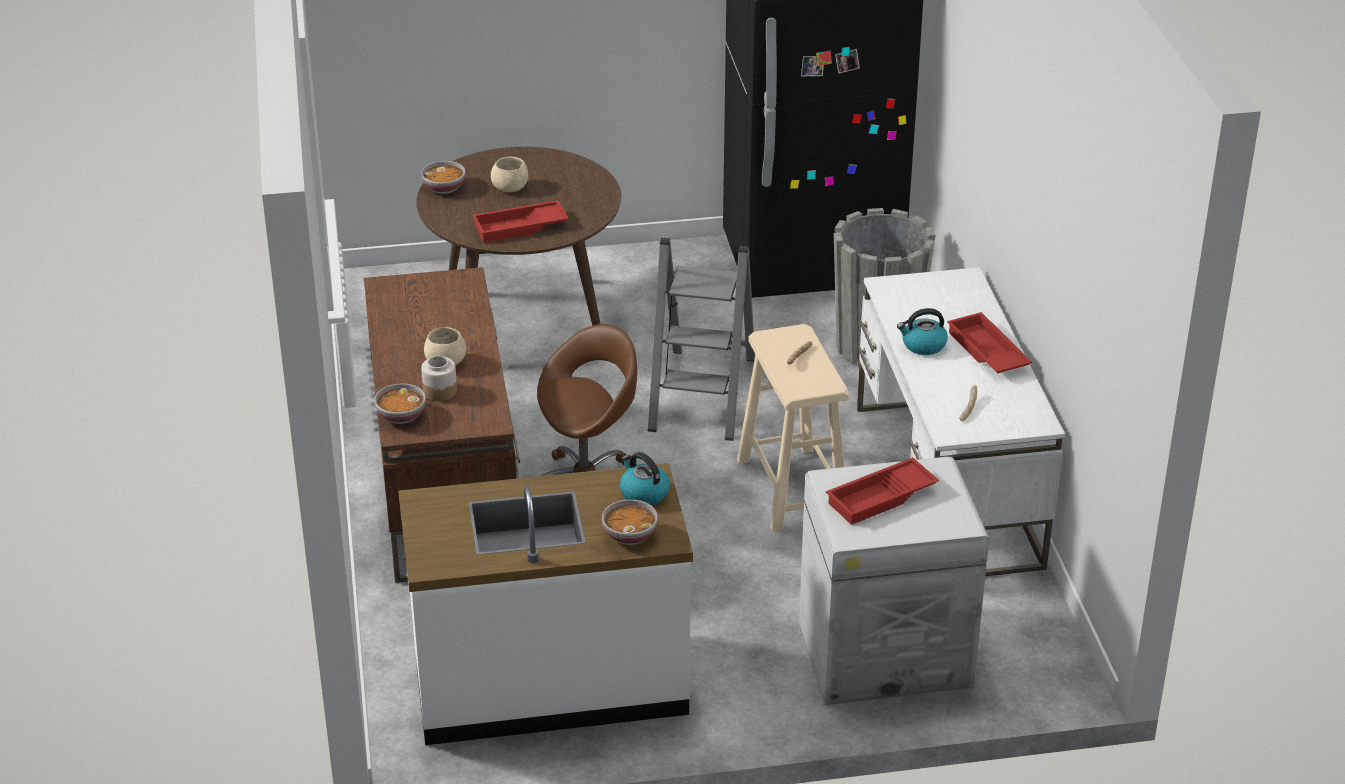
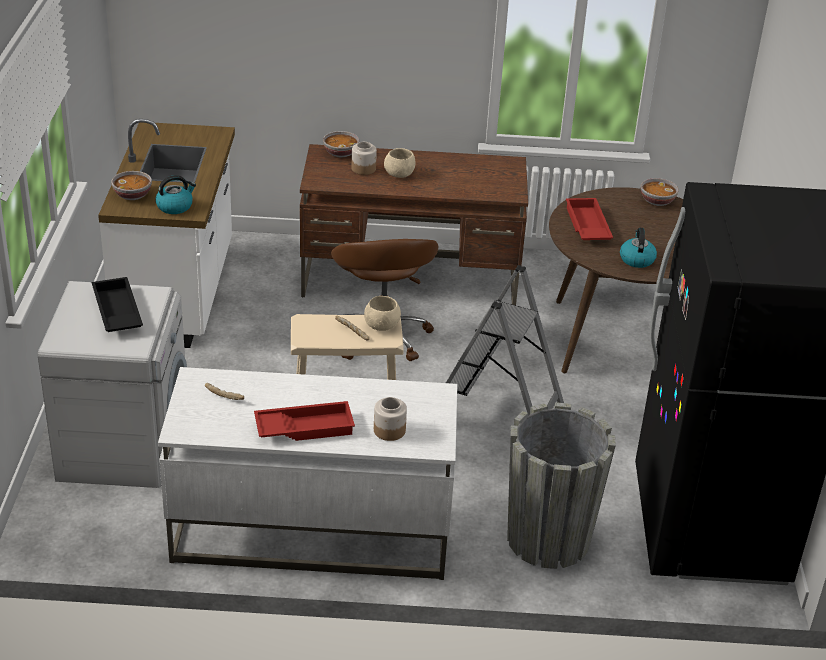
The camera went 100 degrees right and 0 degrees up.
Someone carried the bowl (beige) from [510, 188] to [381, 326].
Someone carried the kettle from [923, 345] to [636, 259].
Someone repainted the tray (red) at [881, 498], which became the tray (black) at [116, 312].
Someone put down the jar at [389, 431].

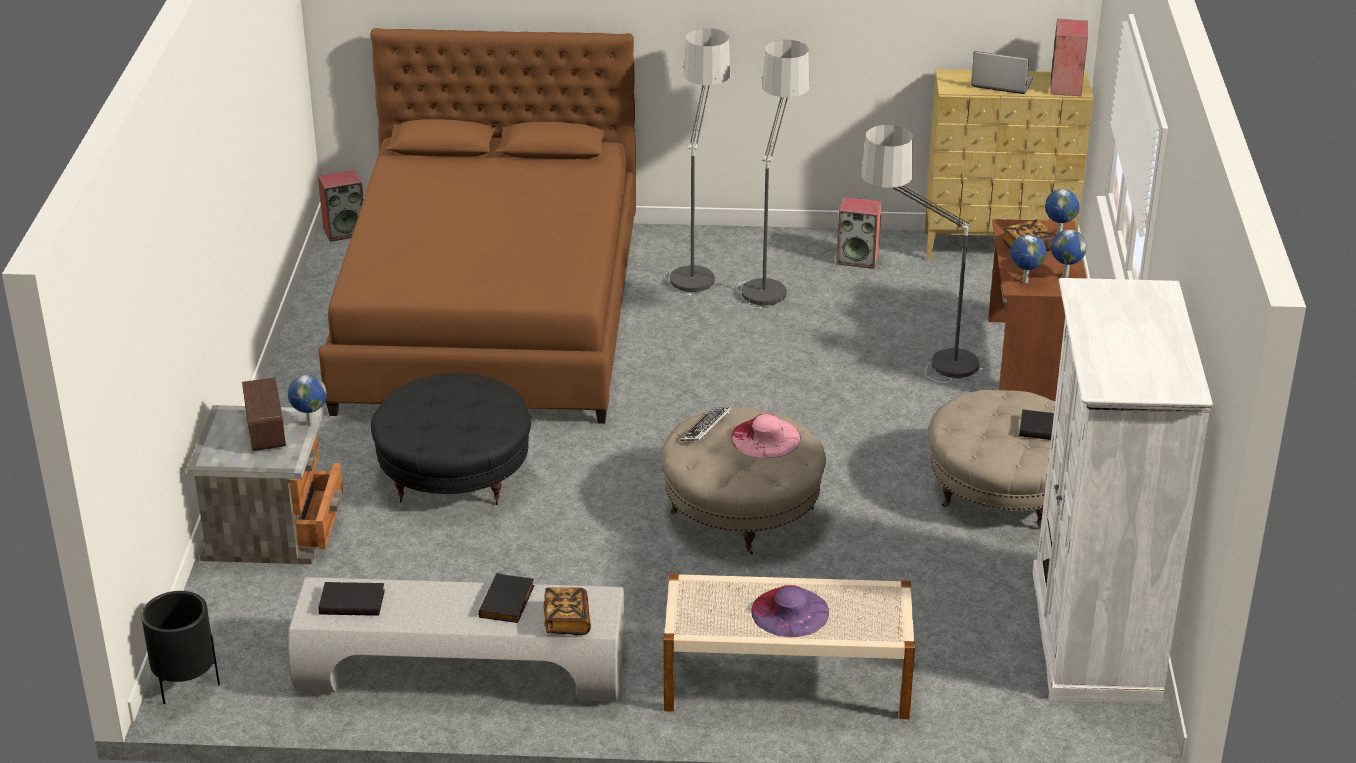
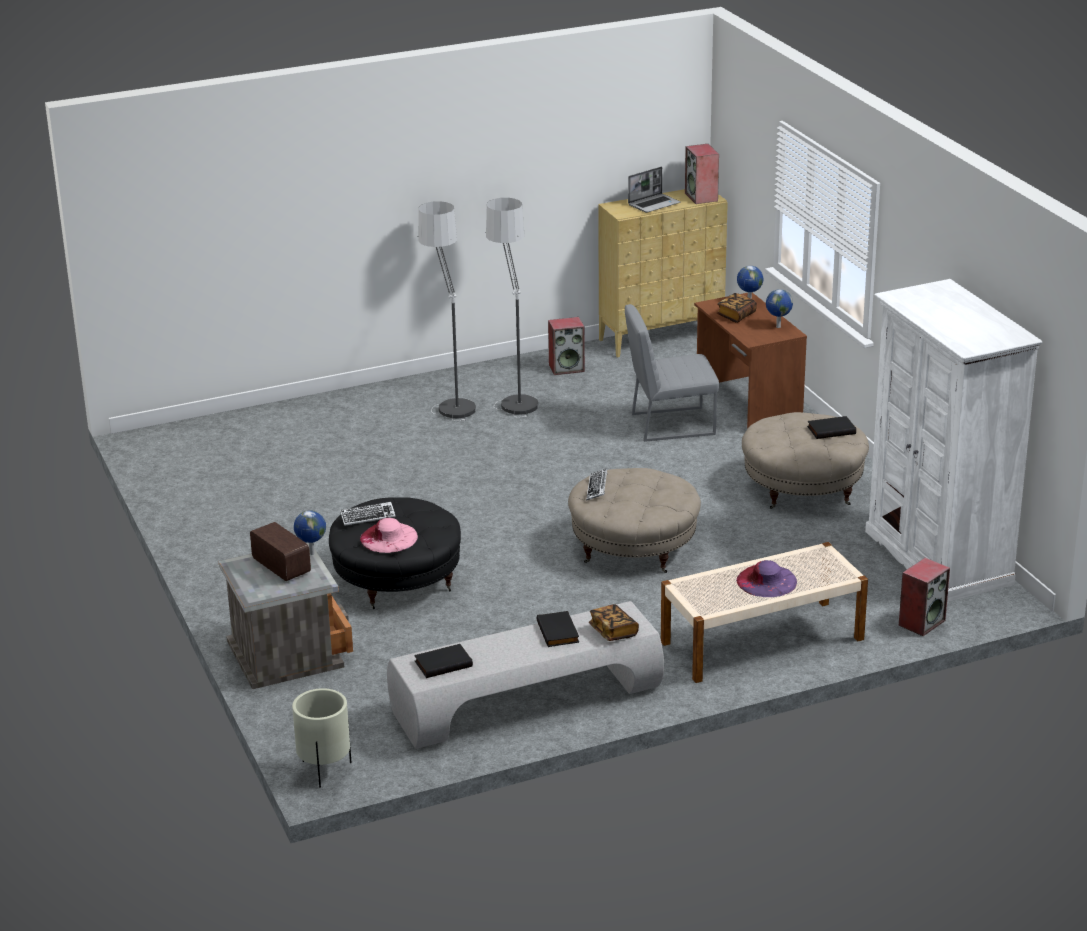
The camera went 25 degrees left and 5 degrees down.
Someone took away the bed (brown) at [491, 314].
Someone rotated the laptop at [1000, 83] by 150 degrees clockwise.
Someone swapped the floor lamp at [916, 362] for the chair (grey) at [670, 424].
Someone carried the speaker from [345, 231] to [921, 622].
Someone took away the globe at [1024, 281].
Someone carried the hat (pink) from [765, 437] to [389, 538].
Someone repainted the planter (black) at [186, 684], which became the planter (beige) at [324, 770].
Someone put down the keyboard at [367, 517].

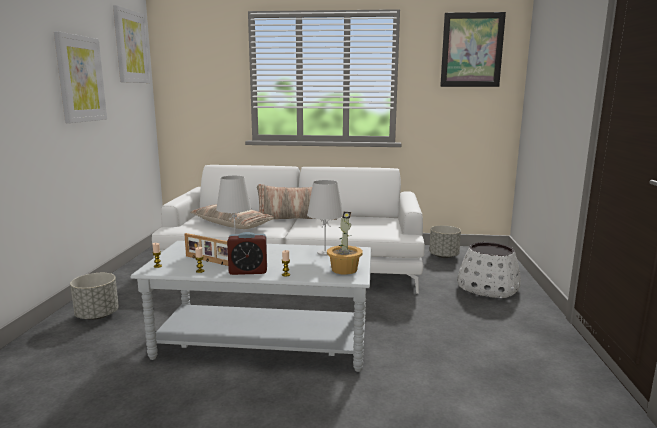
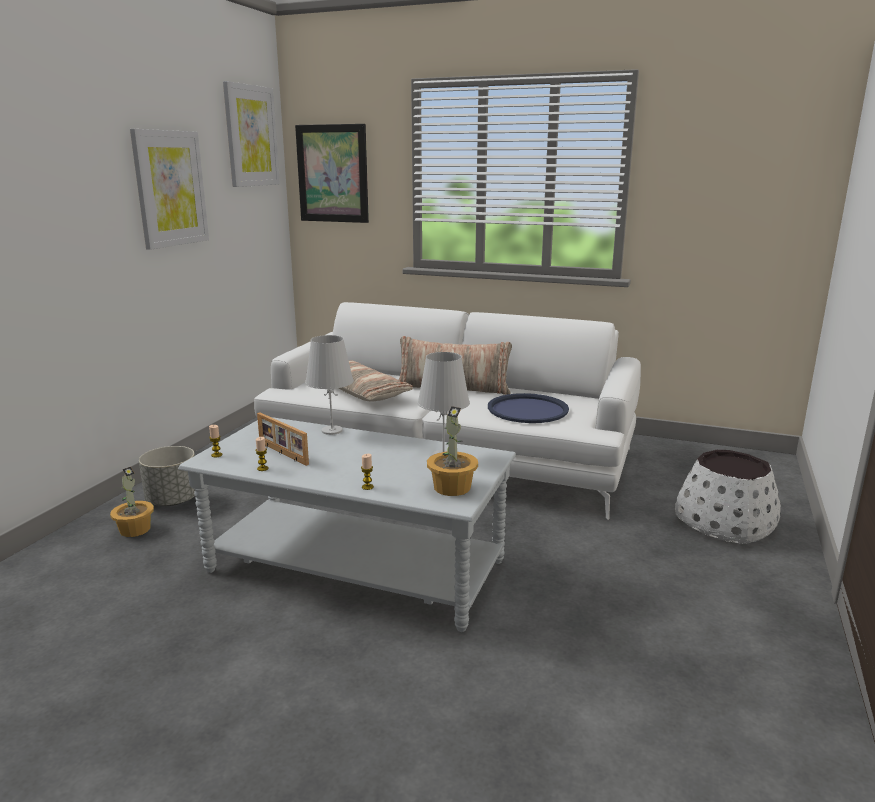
The camera went 15 degrees right and 5 degrees up.
Someone carried the picture from [472, 50] to [332, 174].
Someone took away the planter (grey) at [444, 256].
Someone took away the alarm clock at [248, 271].
Someone put down the tray (blue) at [527, 410].
Someone put down the potted plant at [135, 529].

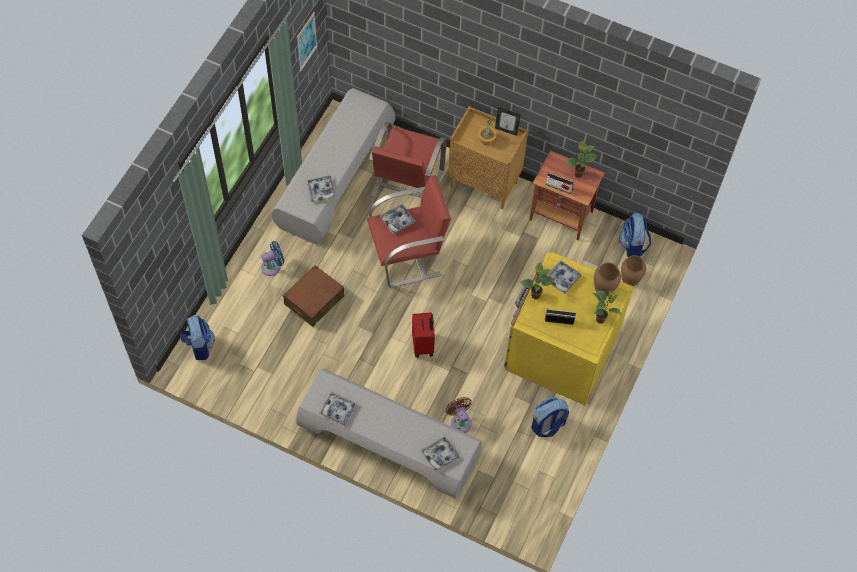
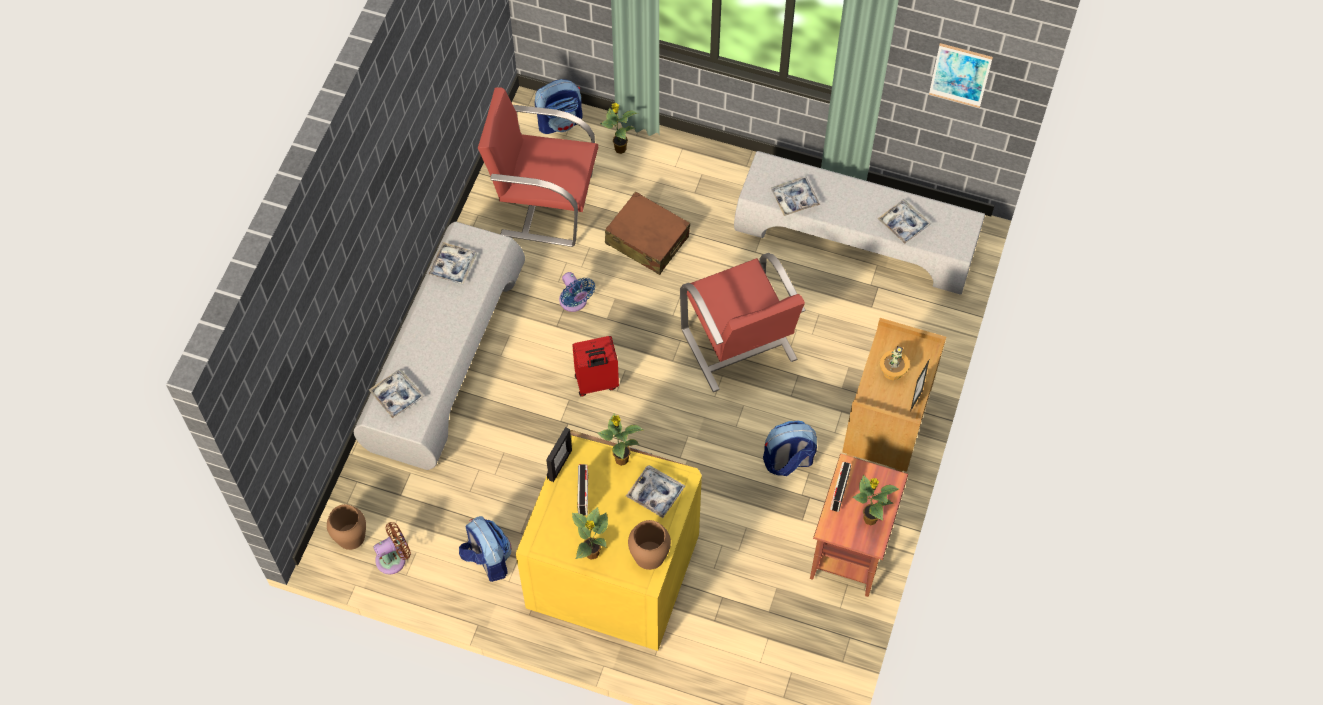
The camera went 85 degrees right and 0 degrees up.
Someone carried the armchair (red) from [406, 184] to [545, 204].
Someone carried the tray from [397, 220] to [903, 224].
Someone carried the backpack from [632, 245] to [787, 461].
Someone carried the fan (blue) from [273, 266] to [574, 302].
Someone carried the vase (brown) from [630, 278] to [350, 536].
Someone carried the fan (brown) from [460, 421] to [394, 558].
Someone put down the potted plant at [619, 148].
Someone put down the picture frame at [559, 464].

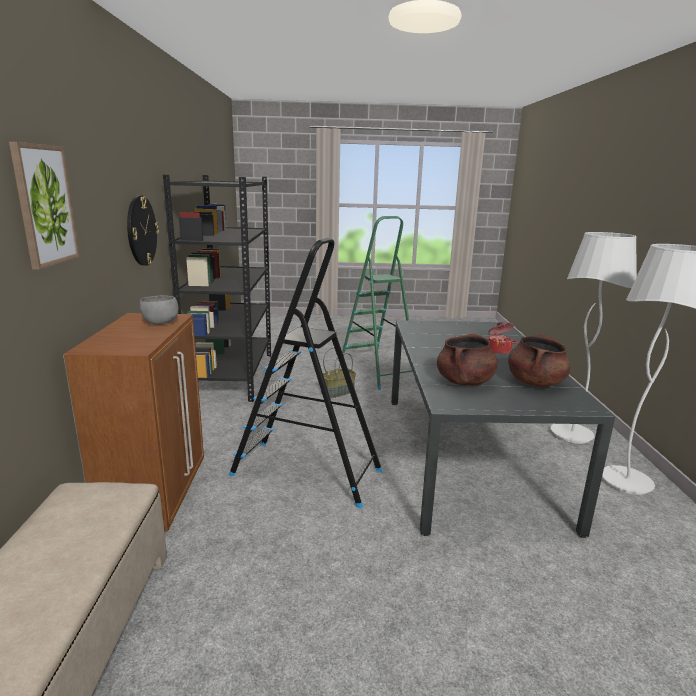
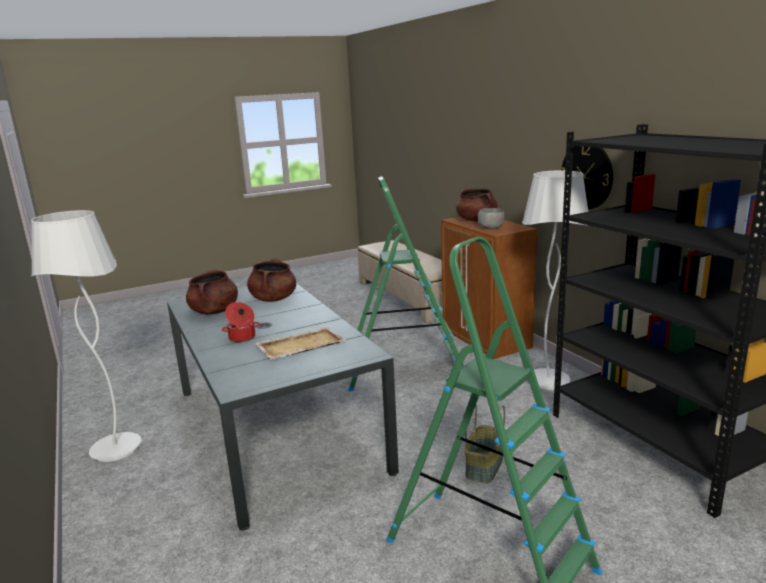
The camera went 155 degrees right and 0 degrees up.
Someone took away the picture at [44, 205].
Someone carried the floor lamp (white) from [571, 435] to [548, 381].
Someone repainted the step ladder (black) at [305, 472], which became the step ladder (green) at [406, 372].
Someone put down the cooking pot (brown) at [476, 220].
Someone put down the tray (beige) at [300, 346].

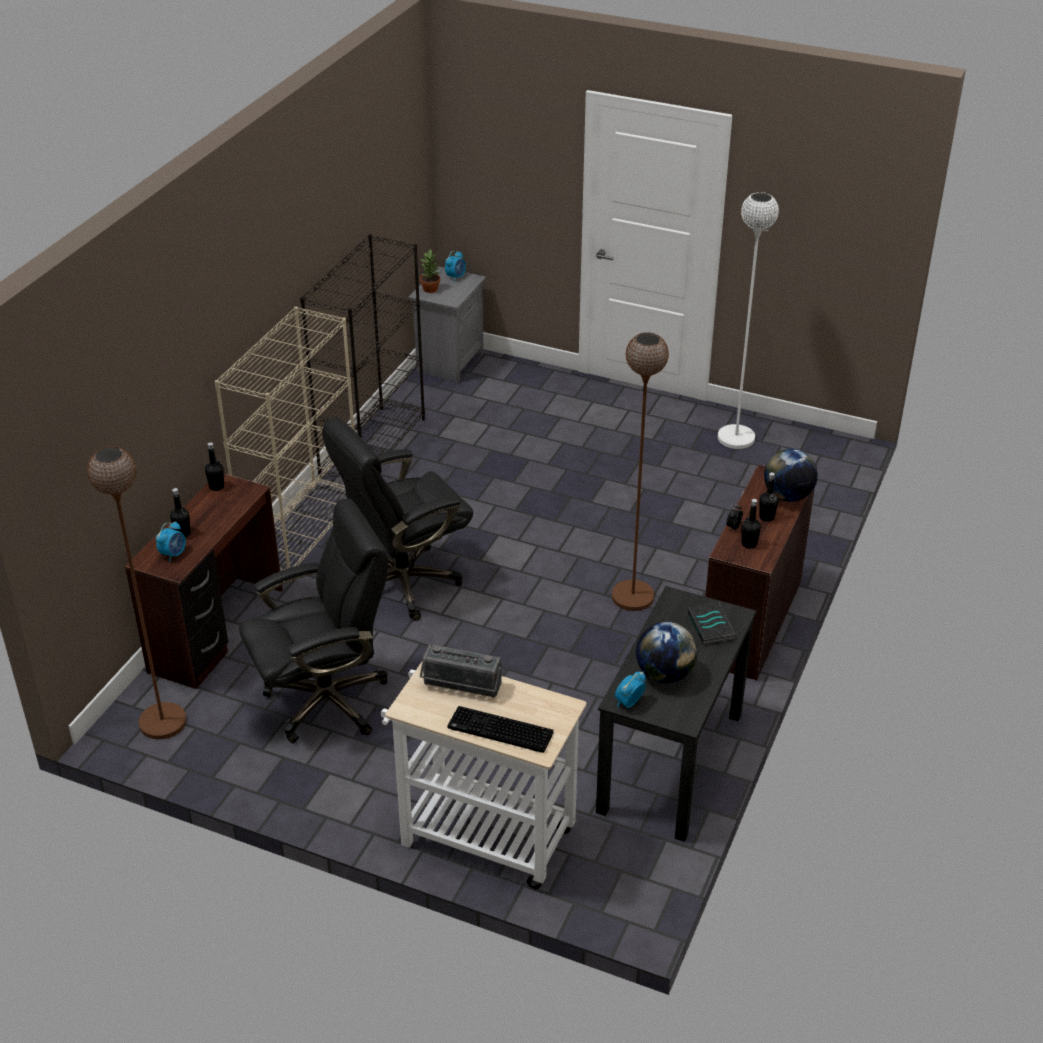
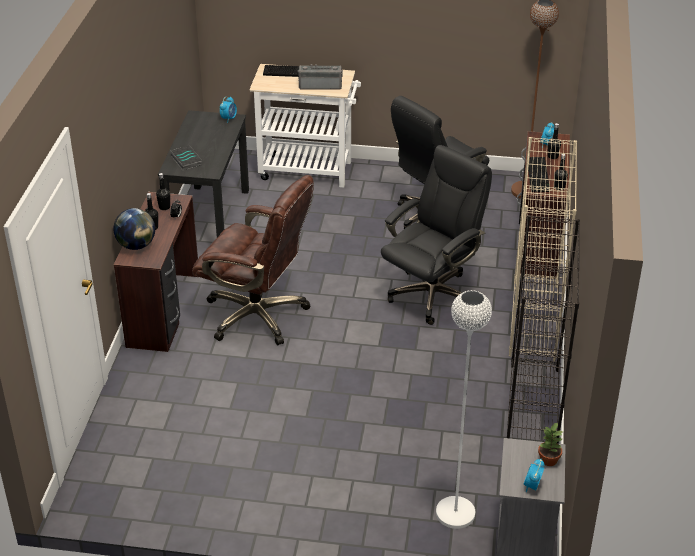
The camera went 165 degrees right and 0 degrees up.
Someone carried the floor lamp (white) from [736, 438] to [455, 514].
Someone swapped the floor lamp (brown) at [632, 596] for the office chair (brown) at [256, 314].
Someone took away the globe at [664, 674].
Someone put down the keyboard at [539, 176].

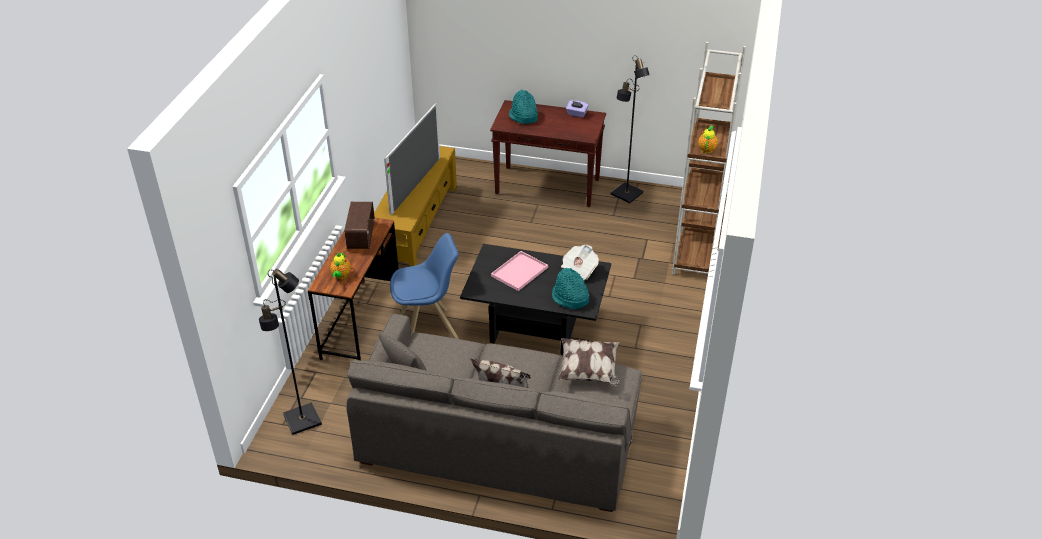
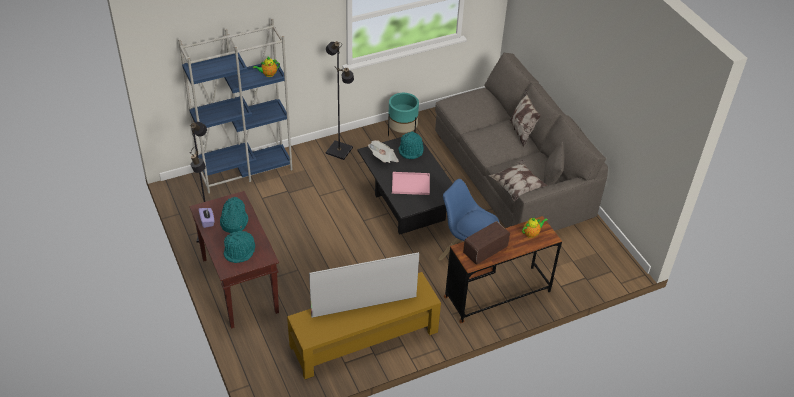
The camera went 130 degrees left and 5 degrees up.
Someone repainted the bookcase (brown) at [696, 245], which became the bookcase (blue) at [246, 172].
Someone carried the floor lamp (black) from [302, 419] to [339, 150].
Someone carried the pillow from [589, 371] to [517, 187].
Someone put down the planter (turquoise) at [402, 132].
Someone put down the hat (turquoise) at [233, 222].

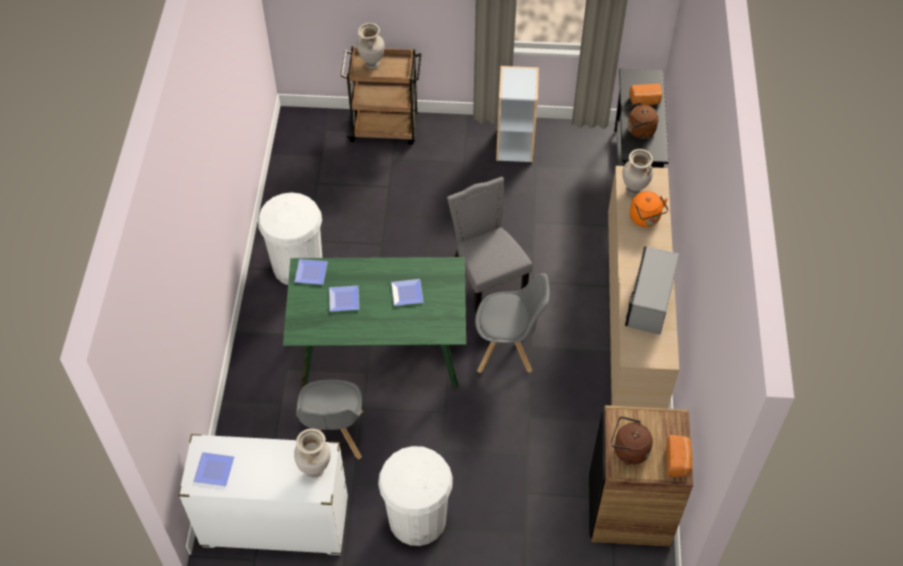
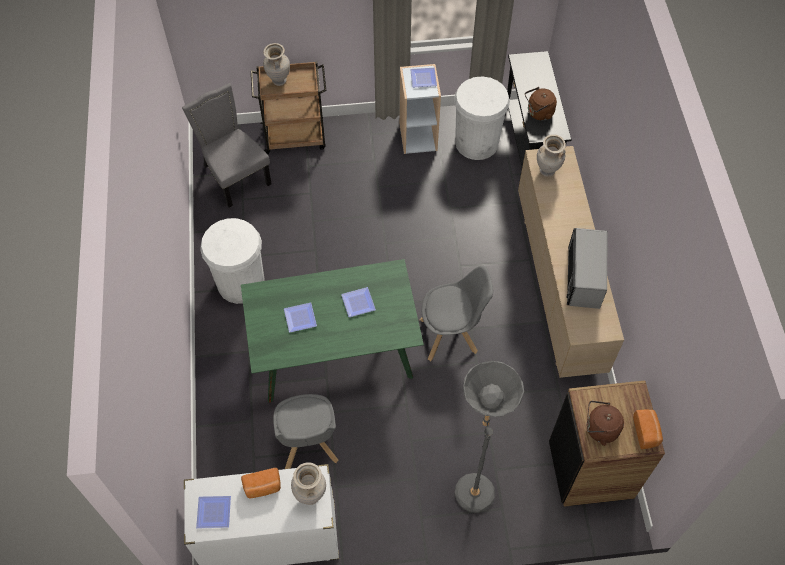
The camera went 10 degrees left and 5 degrees up.
Someone carried the bread from [645, 101] to [263, 487].
Someone carried the chair (grey) from [487, 280] to [236, 177].
Someone took away the kettle (orange) at [646, 219].
Someone carried the plate from [310, 272] to [422, 78].
Someone carried the trash can (white) from [417, 518] to [477, 142].
Someone put down the floor lamp (grey) at [473, 484].

